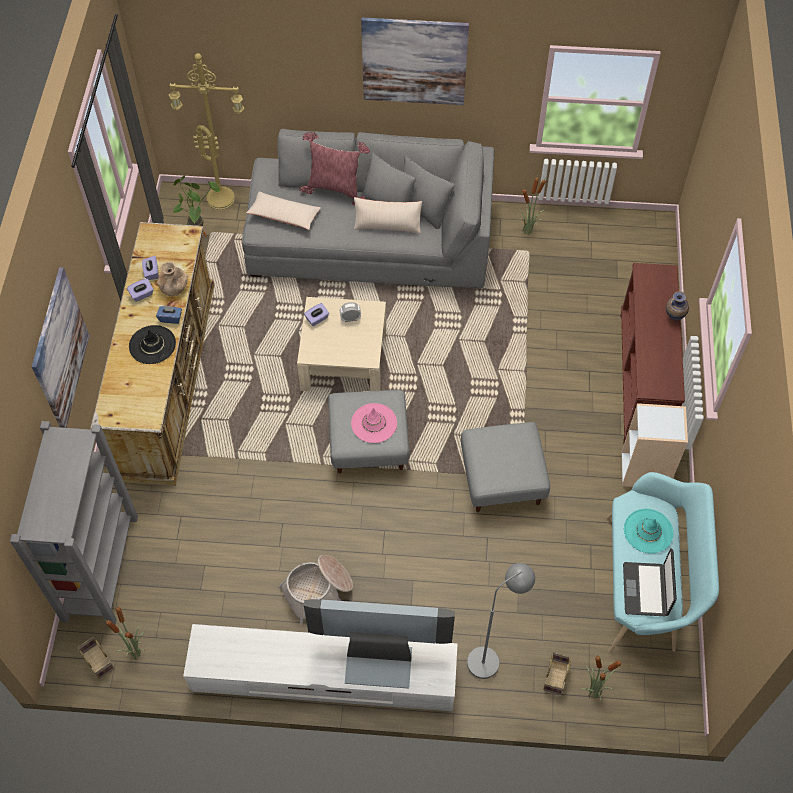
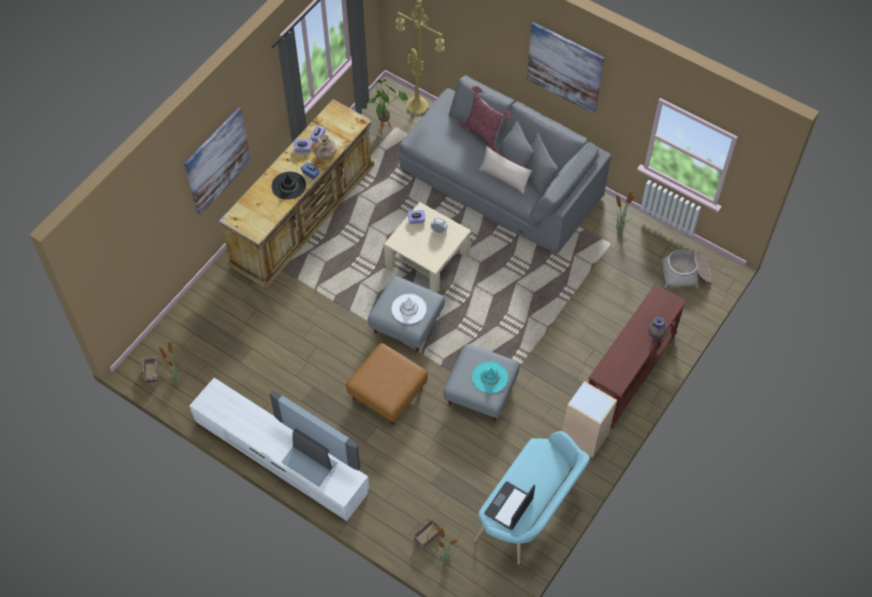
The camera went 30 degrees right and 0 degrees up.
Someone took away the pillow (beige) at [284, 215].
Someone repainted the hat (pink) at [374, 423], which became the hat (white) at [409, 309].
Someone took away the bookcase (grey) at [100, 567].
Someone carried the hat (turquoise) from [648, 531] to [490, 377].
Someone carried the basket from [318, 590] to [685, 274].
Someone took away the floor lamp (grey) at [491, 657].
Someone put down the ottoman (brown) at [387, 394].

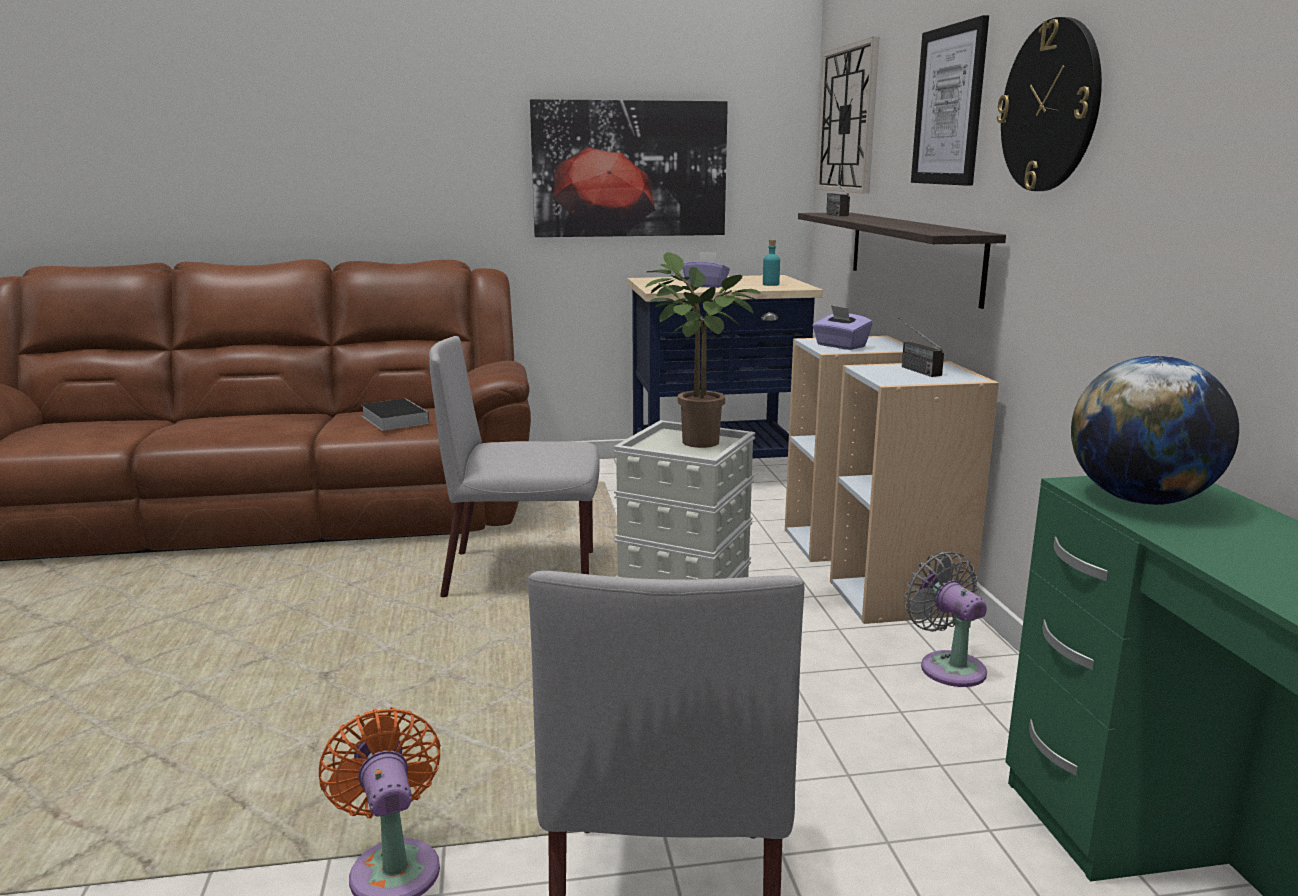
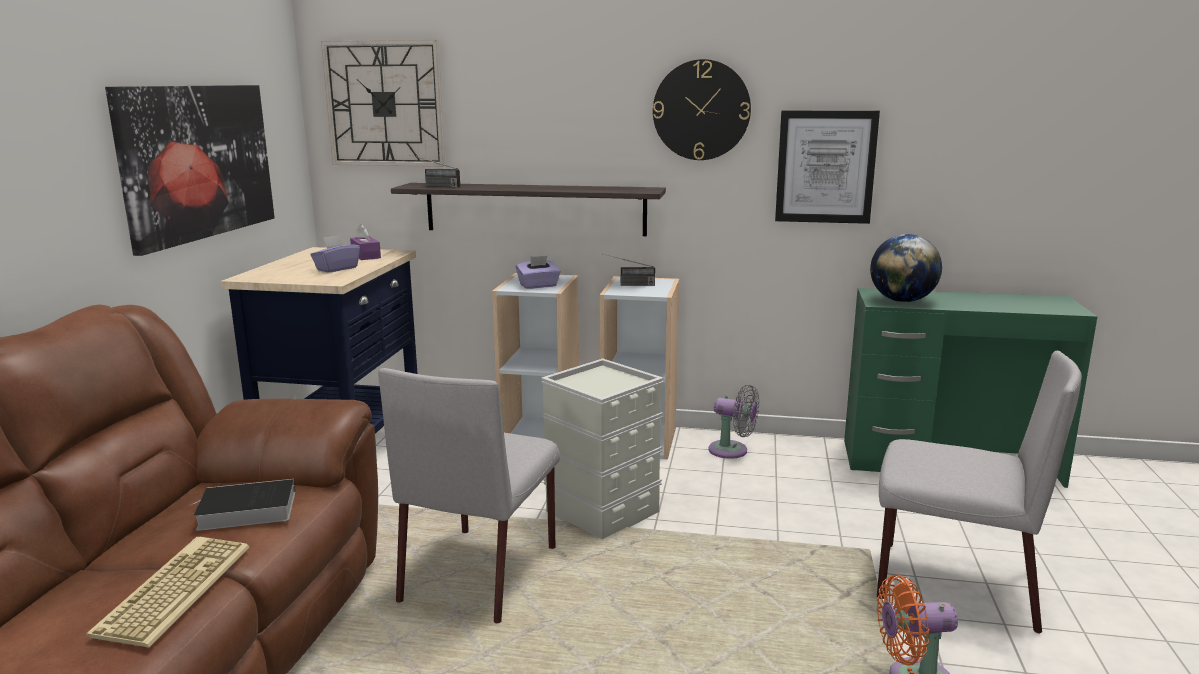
The camera went 70 degrees left and 0 degrees up.
Someone carried the picture from [949, 106] to [825, 167].
Someone swapped the bottle (turquoise) at [770, 284] for the tissue box (purple) at [366, 256].
Someone took away the potted plant at [693, 442].
Someone rotated the fan (grey) at [948, 666] by 150 degrees counterclockwise.
Someone put down the keyboard at [174, 589].

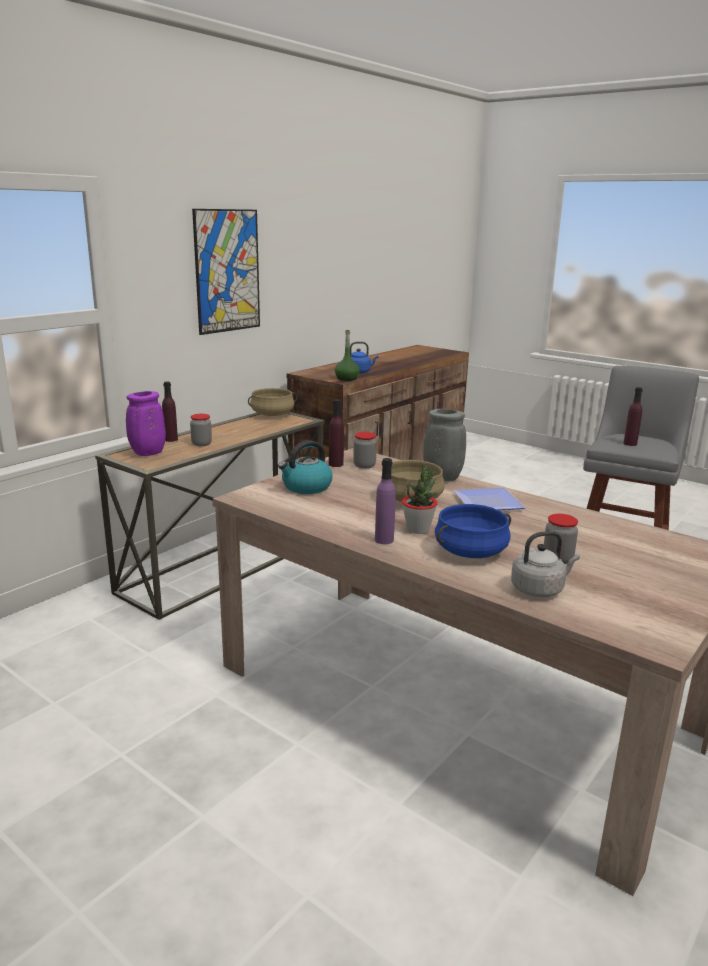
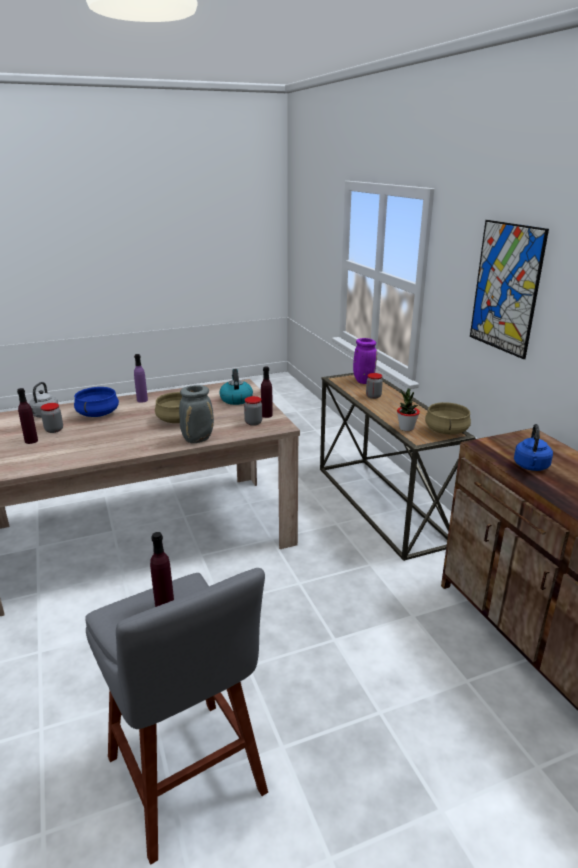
The camera went 120 degrees right and 5 degrees up.
Someone took away the bottle (green) at [346, 378].
Someone carried the bottle (purple) from [171, 439] to [31, 441].
Someone carried the potted plant from [418, 529] to [406, 428].
Someone took away the plate at [485, 502].

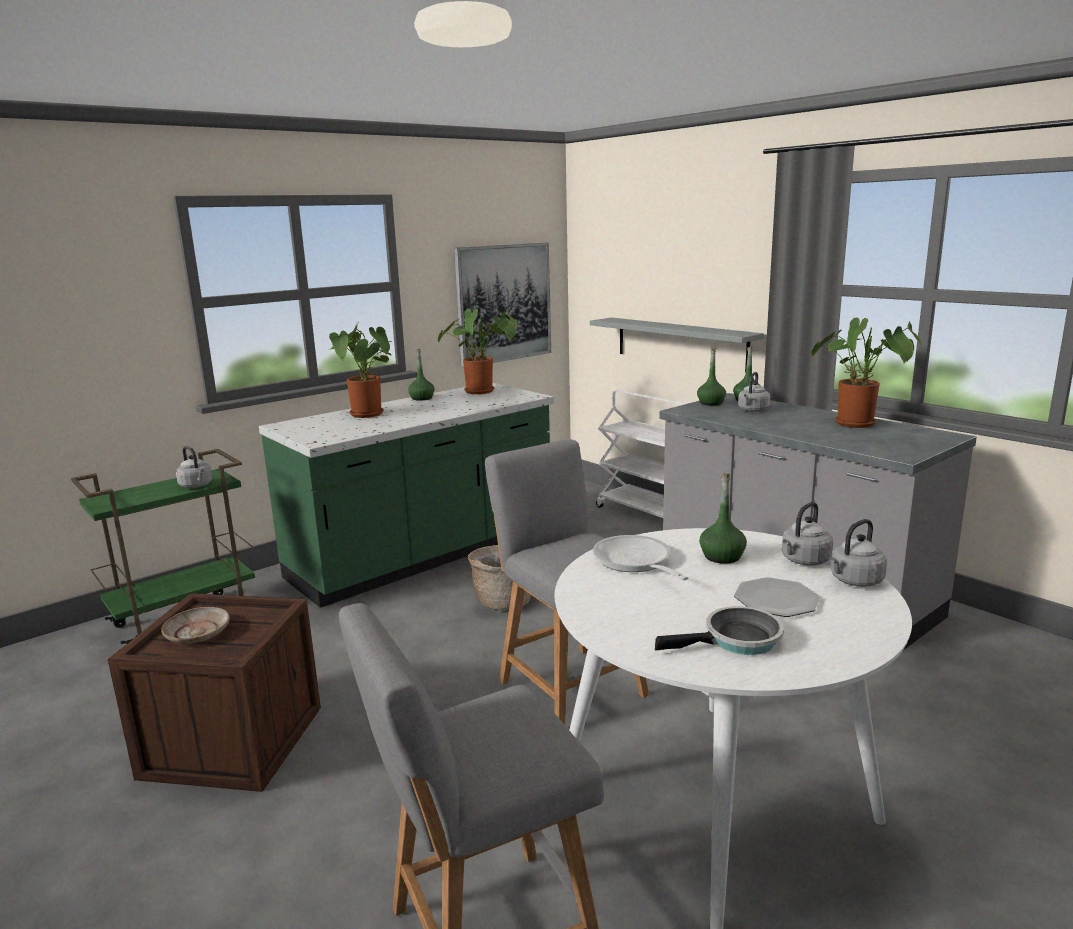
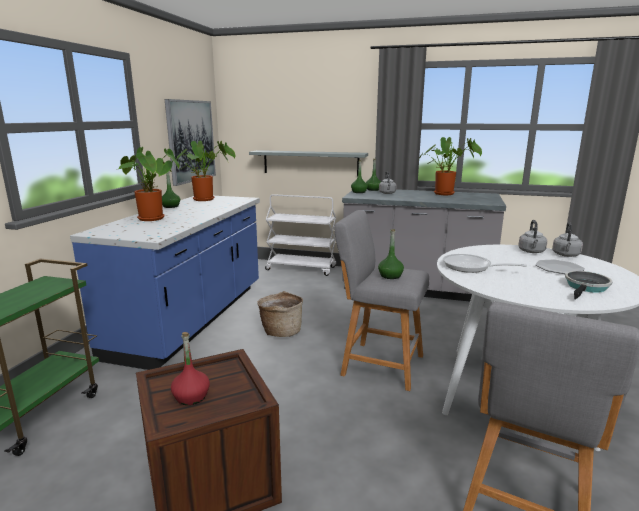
The camera went 35 degrees left and 0 degrees up.
Someone repainted the counter (green) at [425, 555], which became the counter (blue) at [192, 319].
Someone took away the kettle (grey) at [197, 486].
Someone carried the bottle (green) from [722, 556] to [390, 276].
Someone swapped the plate (beige) at [198, 633] for the bottle (red) at [191, 397].

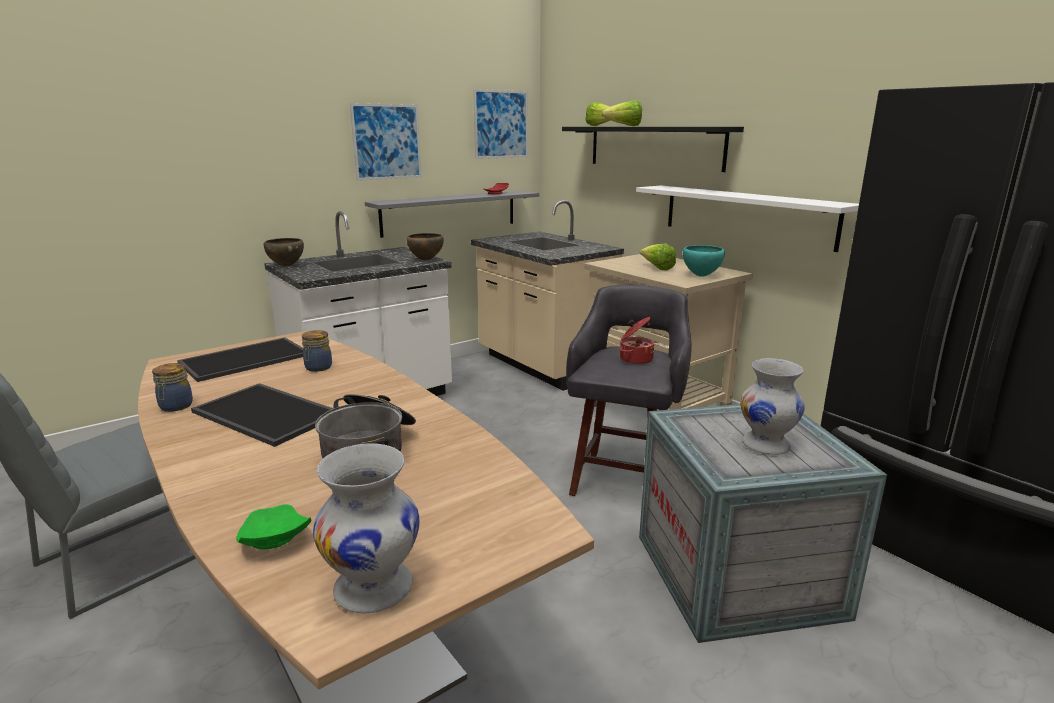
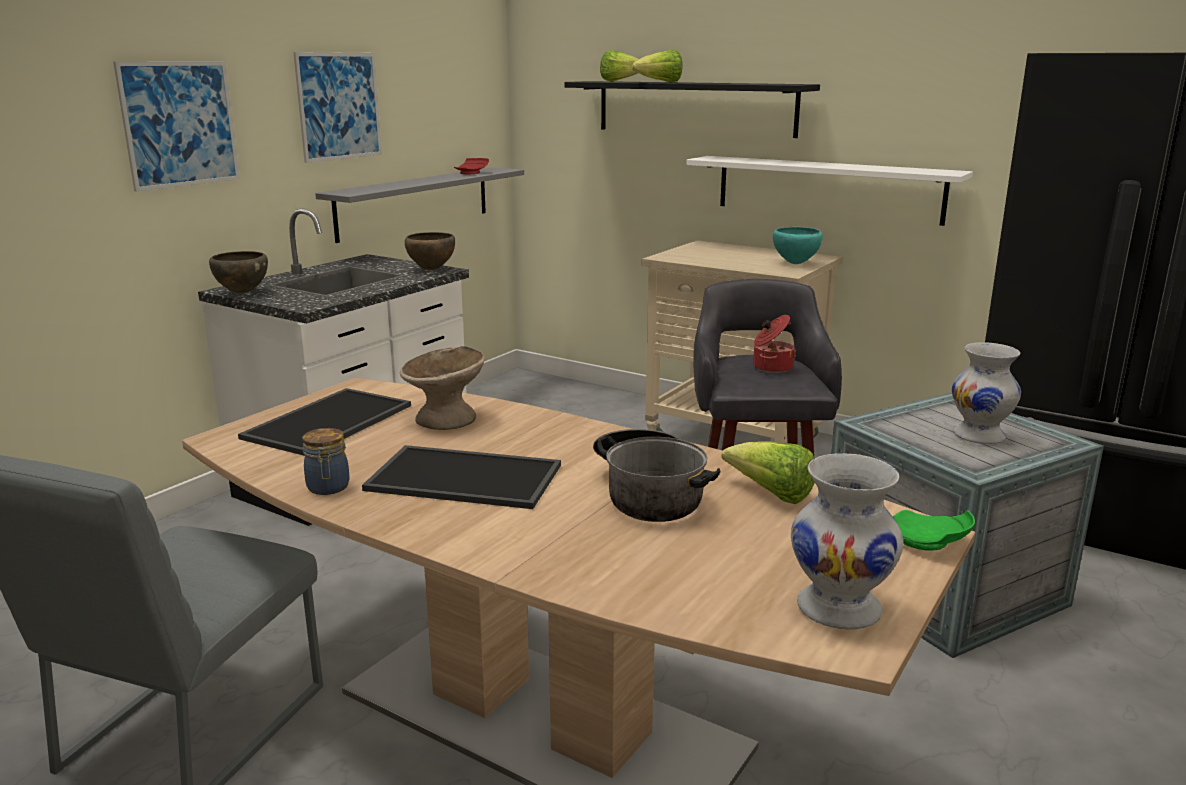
The camera went 20 degrees left and 0 degrees up.
Someone carried the picture from [501, 124] to [180, 124].
Someone took away the counter (beige) at [543, 365].
Someone carried the lettuce from [657, 268] to [771, 494].
Someone swapped the jar at [317, 368] for the bowl (beige) at [446, 419].
Someone carried the plate (green) from [273, 540] to [928, 543].

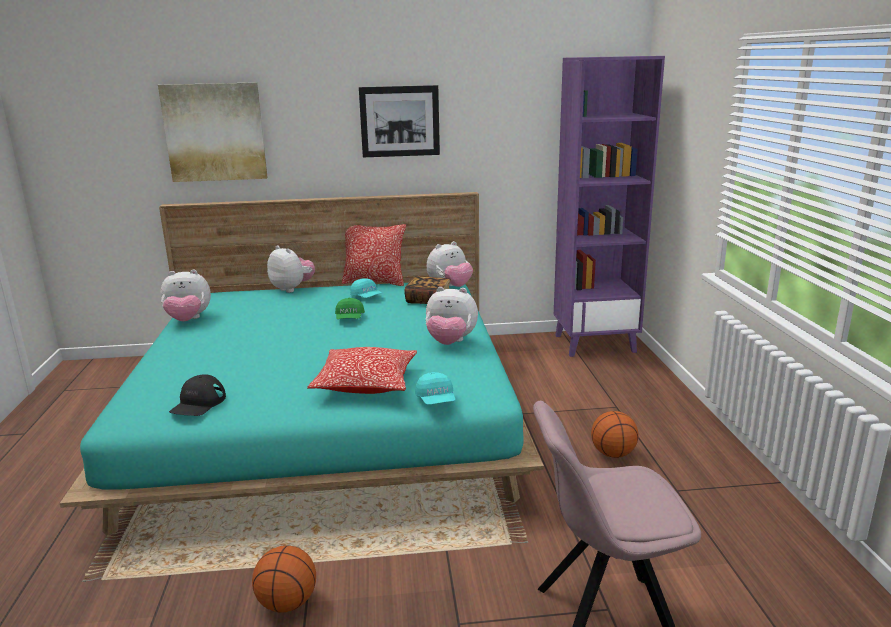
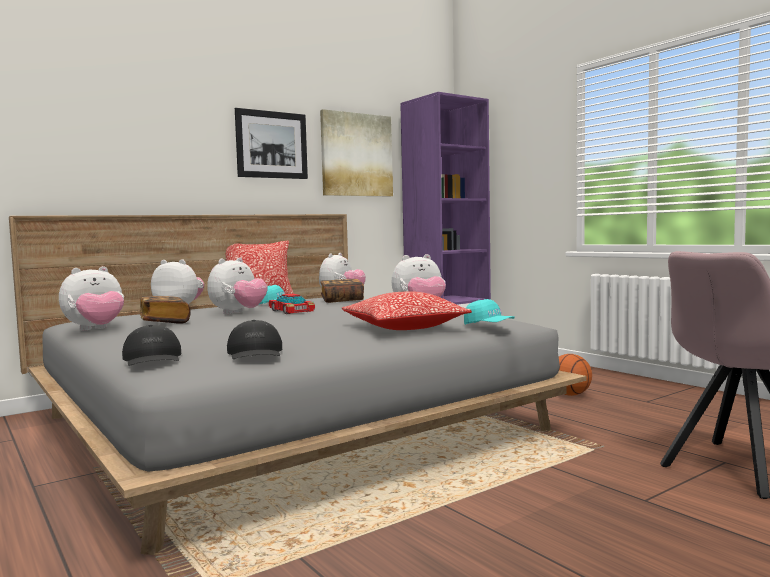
The camera went 30 degrees left and 15 degrees down.
Someone carried the picture from [215, 132] to [356, 155].
Someone repainted the bed (turquoise) at [327, 418], which became the bed (grey) at [285, 422].
Someone swapped the cap (green) at [349, 318] for the toy car at [291, 311].
Someone took away the basketball at [287, 603].
Someone put down the plush toy at [238, 313].
Someone put down the book at [164, 322].
Someone put down the cap (black) at [153, 358].

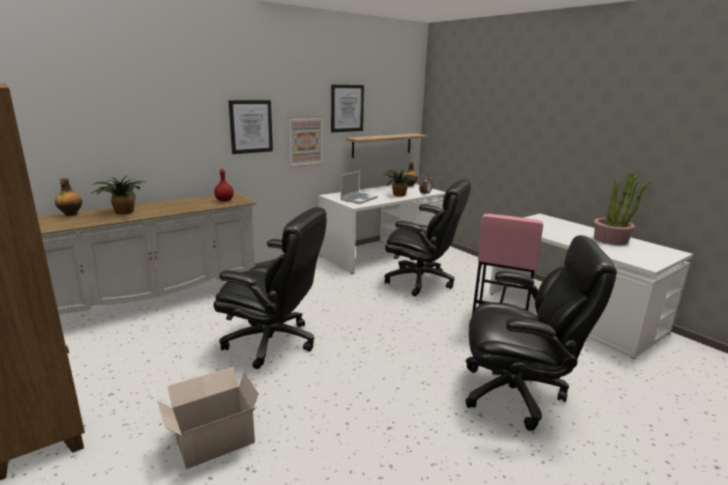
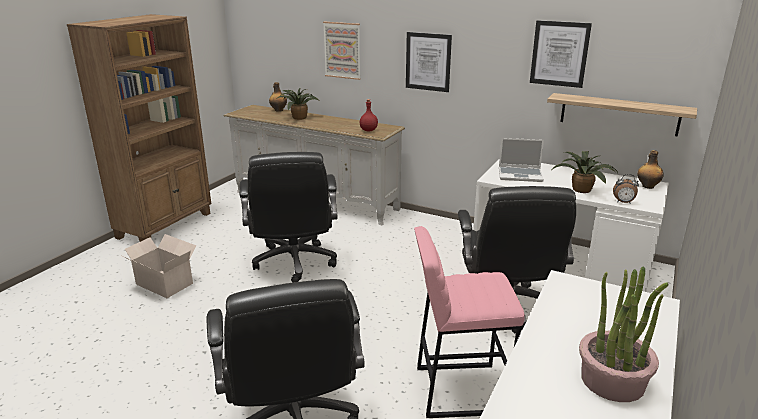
The camera went 65 degrees right and 5 degrees up.
Someone carried the picture from [305, 141] to [342, 50].

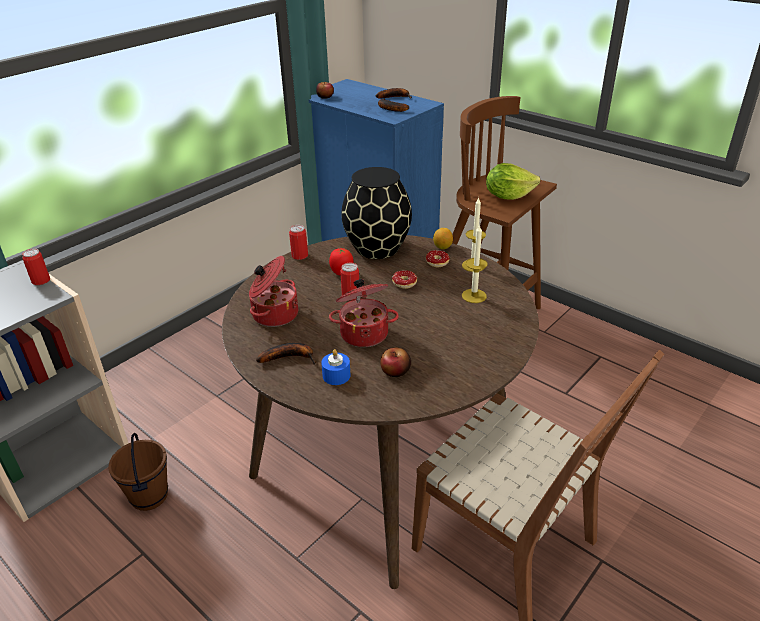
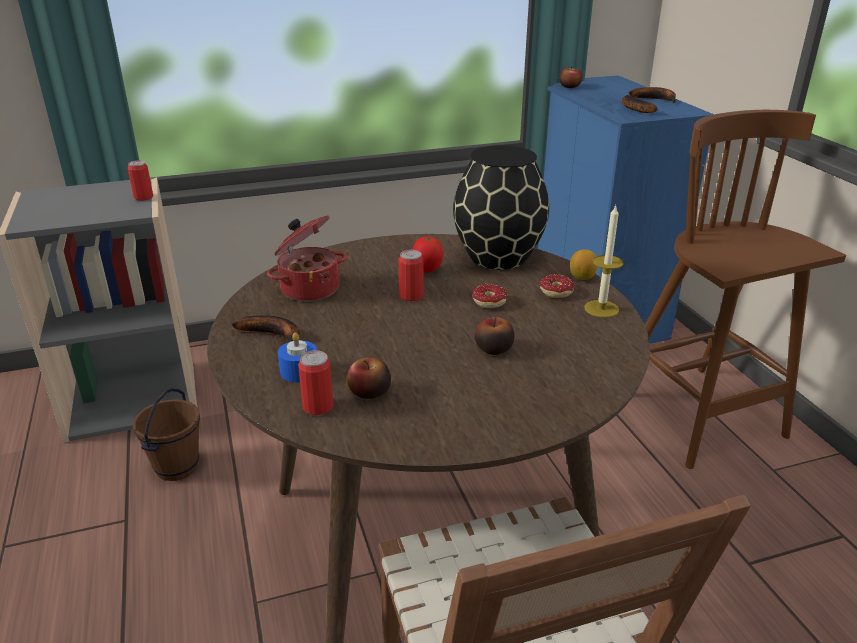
The camera went 30 degrees right and 5 degrees down.
Someone took away the lettuce at [508, 196].
Someone took away the candle at [474, 296].
Someone carried the can from [299, 256] to [318, 406].
Someone took away the cooking pot at [364, 333].
Someone put down the apple at [493, 349].

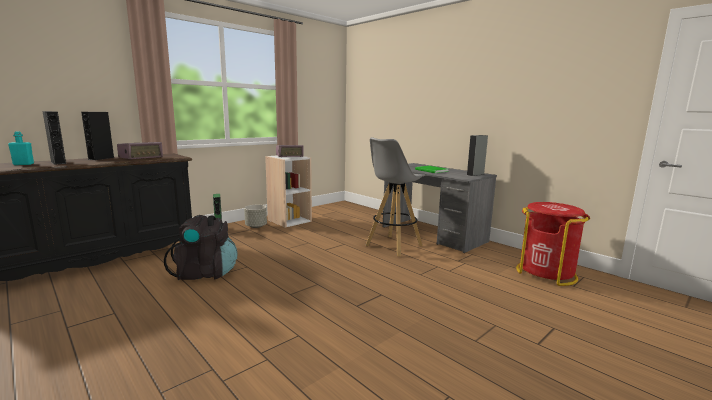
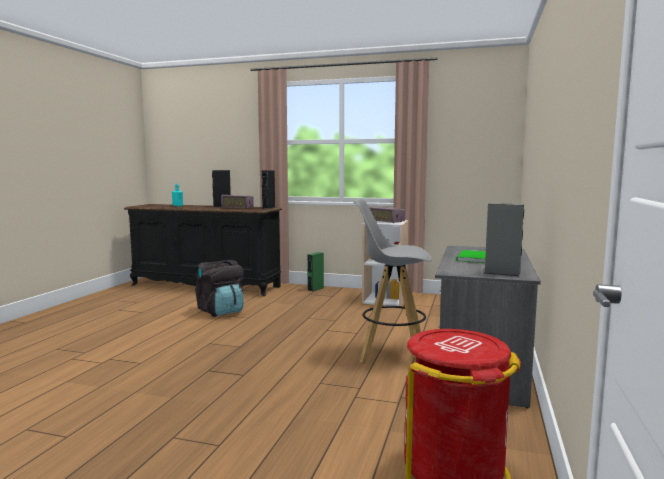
The camera went 60 degrees right and 5 degrees down.
Someone carried the speaker (black) from [58, 162] to [268, 207].
Someone took away the planter (grey) at [256, 226].

